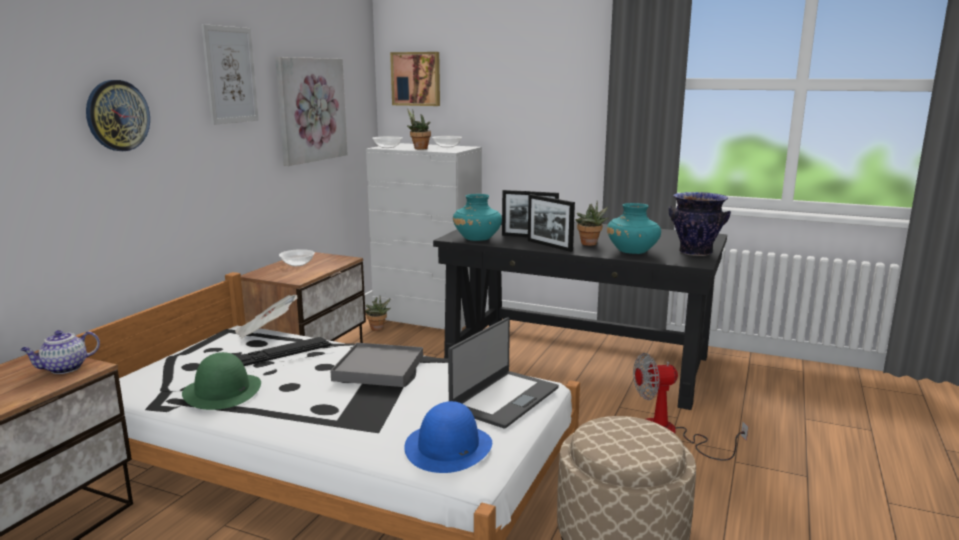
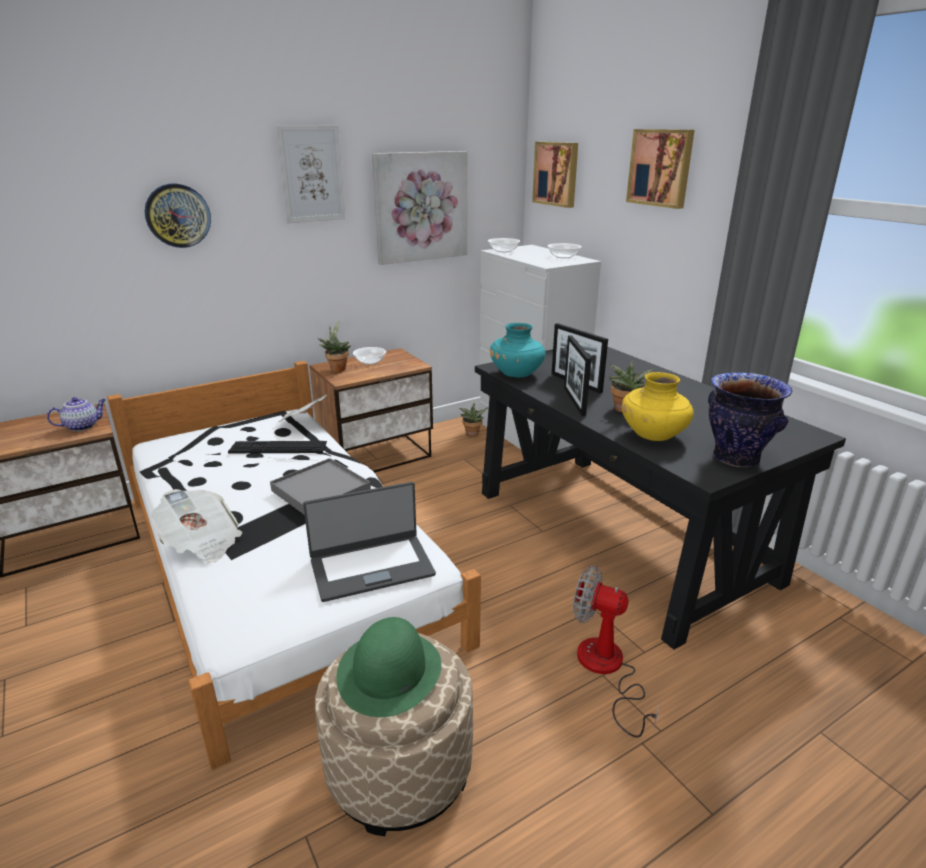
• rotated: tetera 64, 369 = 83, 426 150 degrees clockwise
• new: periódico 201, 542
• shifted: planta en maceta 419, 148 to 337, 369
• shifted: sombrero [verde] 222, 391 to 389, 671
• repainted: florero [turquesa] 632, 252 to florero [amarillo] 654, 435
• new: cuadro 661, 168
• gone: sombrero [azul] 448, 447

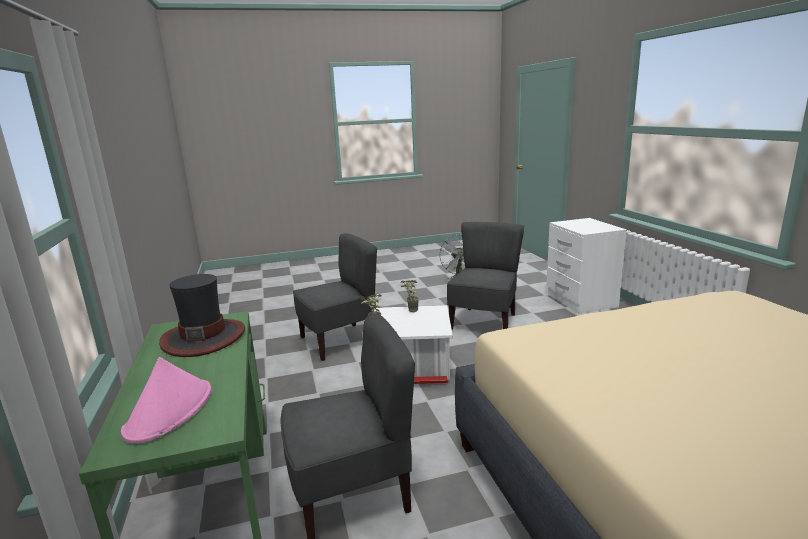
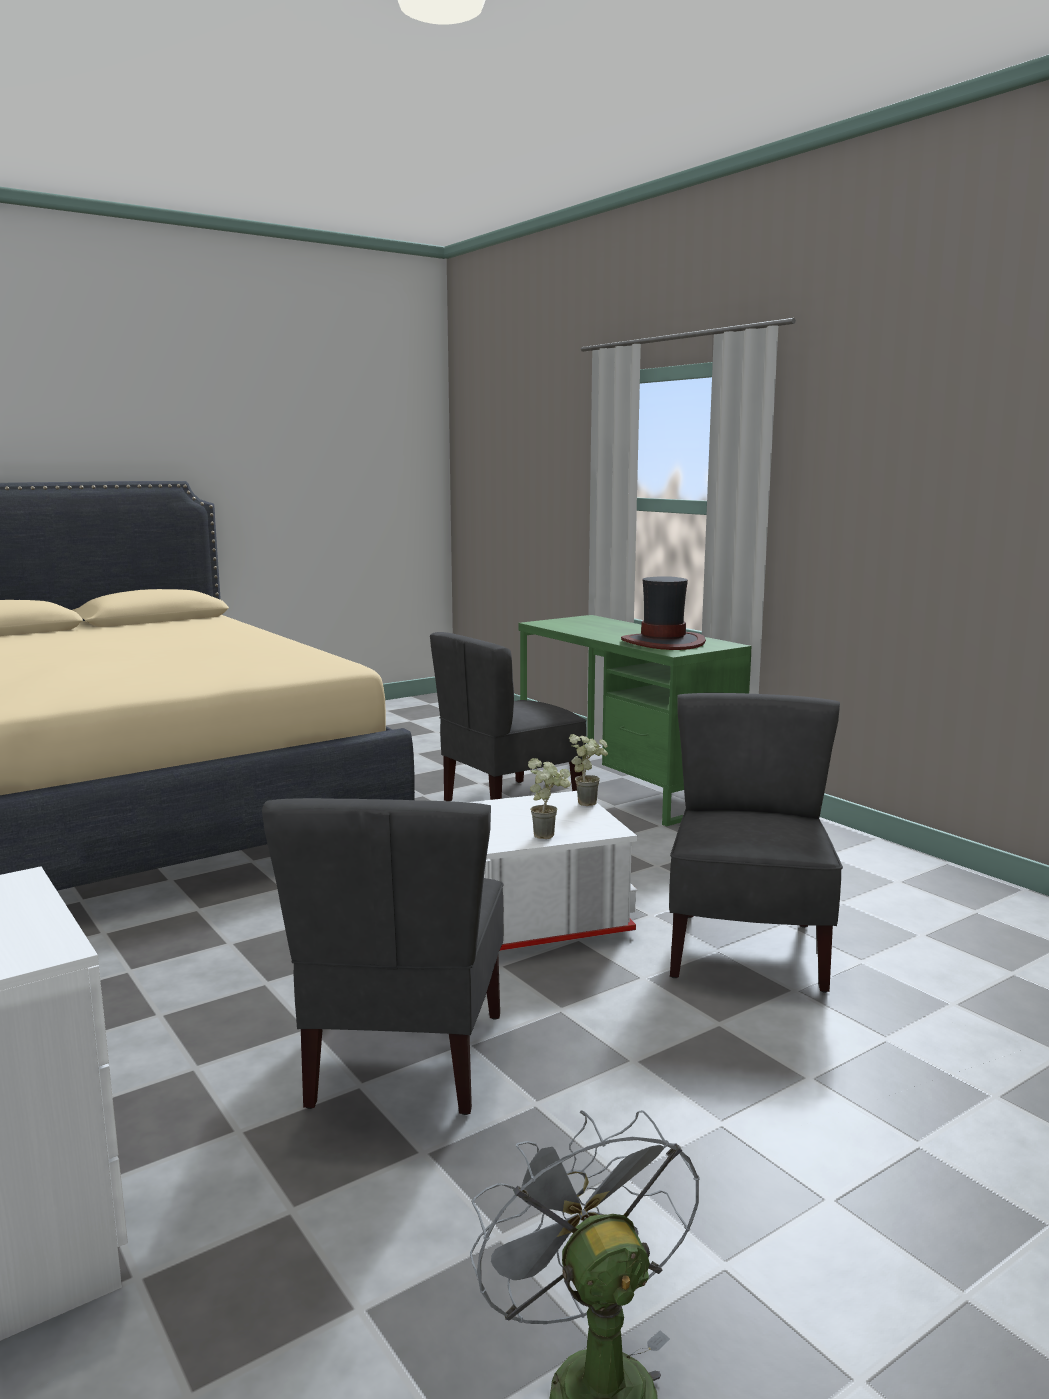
• rotated: silla [gris] 339, 341 = 747, 950 150 degrees clockwise
• gone: sombrero [rosa] 170, 411

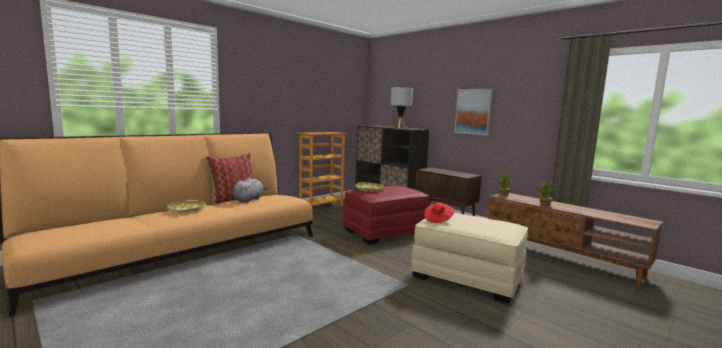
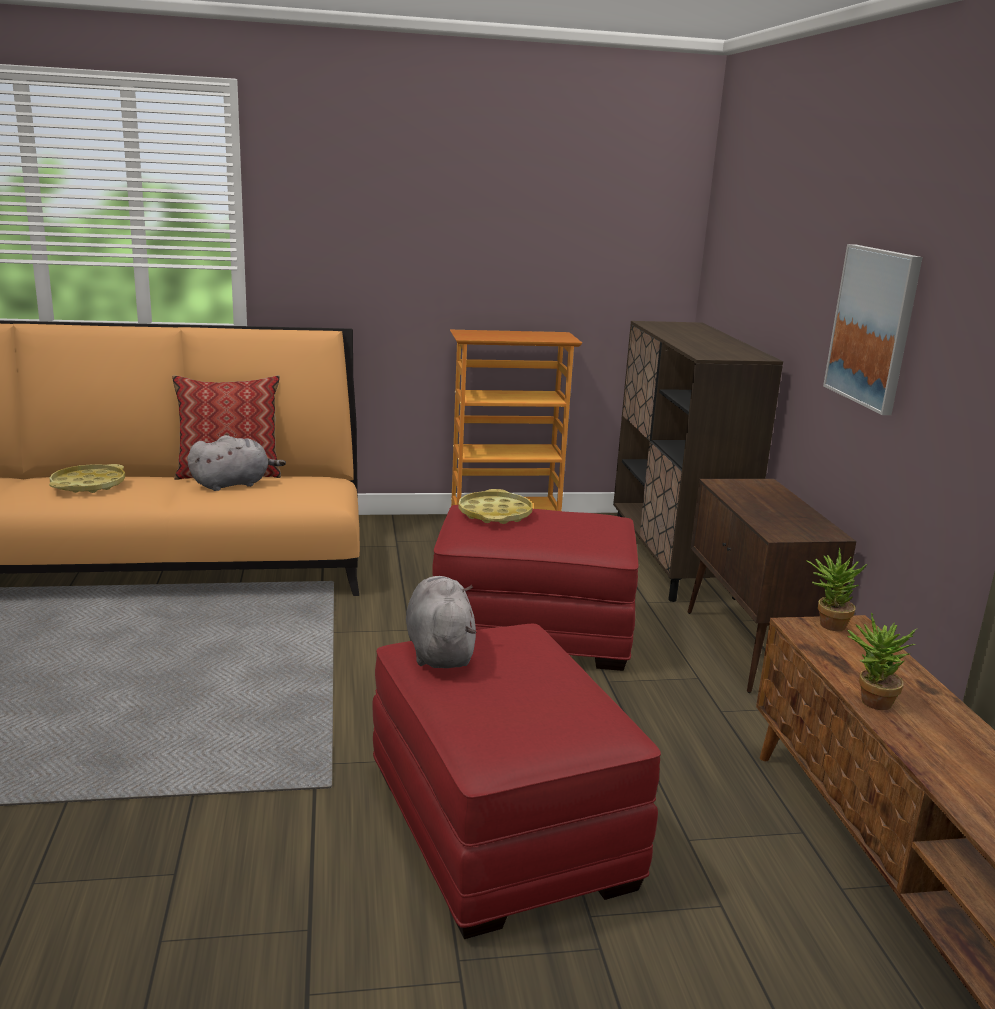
• repainted: puf [beis] 468, 277 to puf [rojo] 500, 827
• swapped: sombrero [rojo] 438, 219 to peluche [gris] 439, 650
• gone: lámpara de mesa [gris] 399, 127

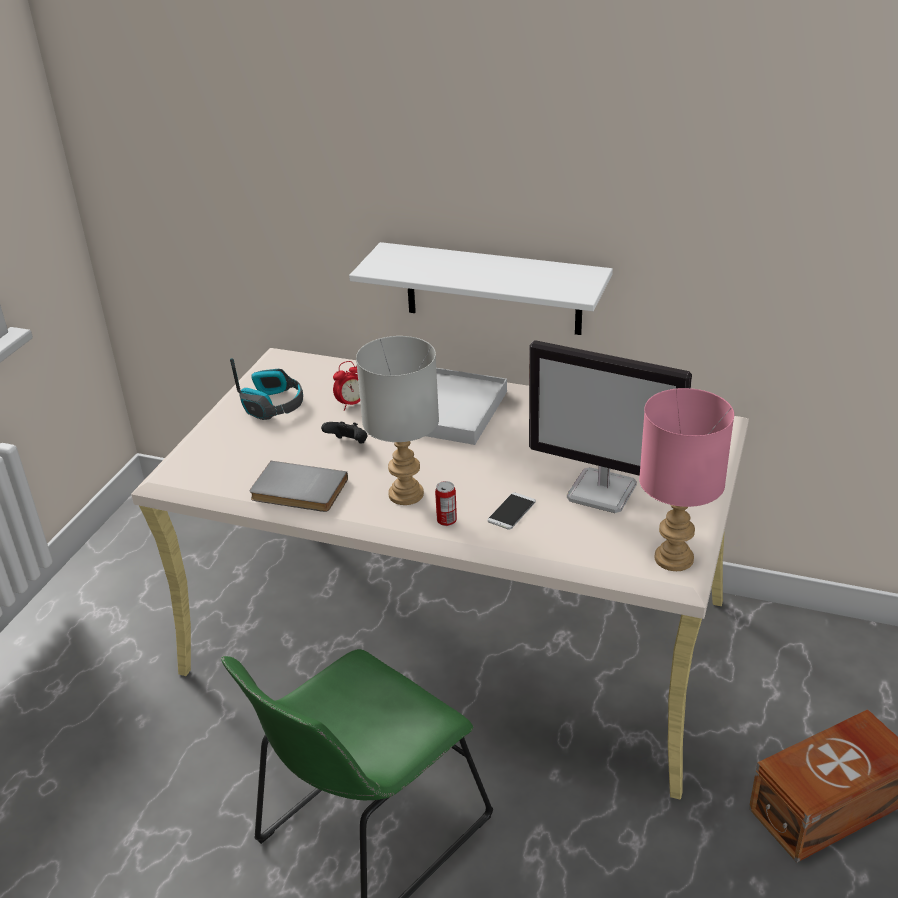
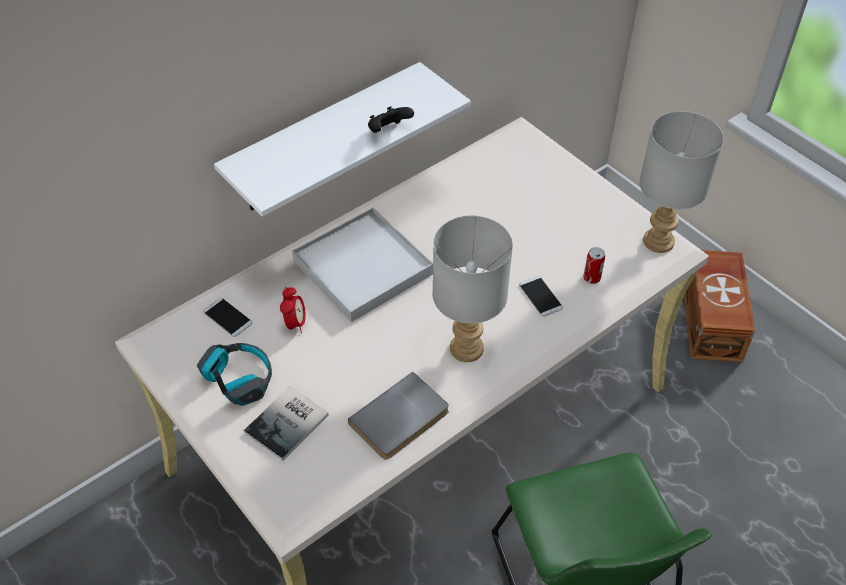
• new: móvil 227, 317
• new: libro 289, 423
• shifted: mando de consola [negro] 348, 444 to 388, 131
• shifted: lata 446, 520 to 591, 278
• repainted: lámpara de mesa [rosa] 675, 559 to lámpara de mesa [gris] 659, 241
• gone: monitor 603, 492

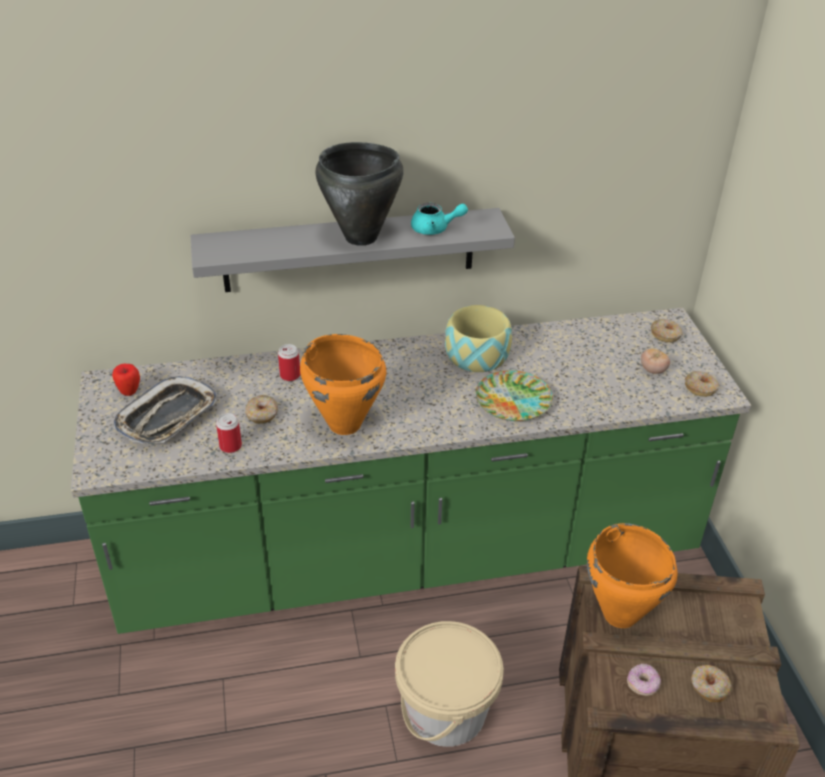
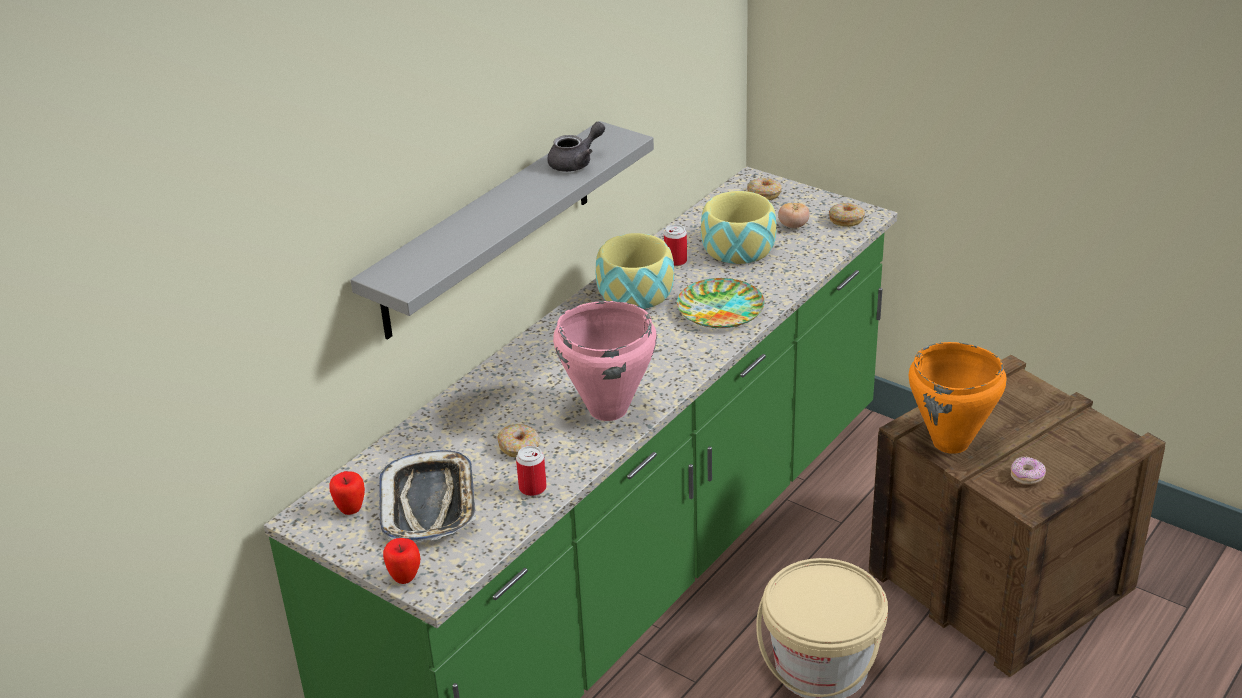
• new: manzana 405, 577
• repainted: tetera [turquesa] 435, 229 to tetera [gris] 576, 162
• repainted: olla [naranja] 344, 423 to olla [rosa] 607, 409
• shifted: lata 290, 375 to 675, 261
• new: cuenco 737, 246
• gone: olla [negro] 361, 237
• gone: rosquilla 709, 687

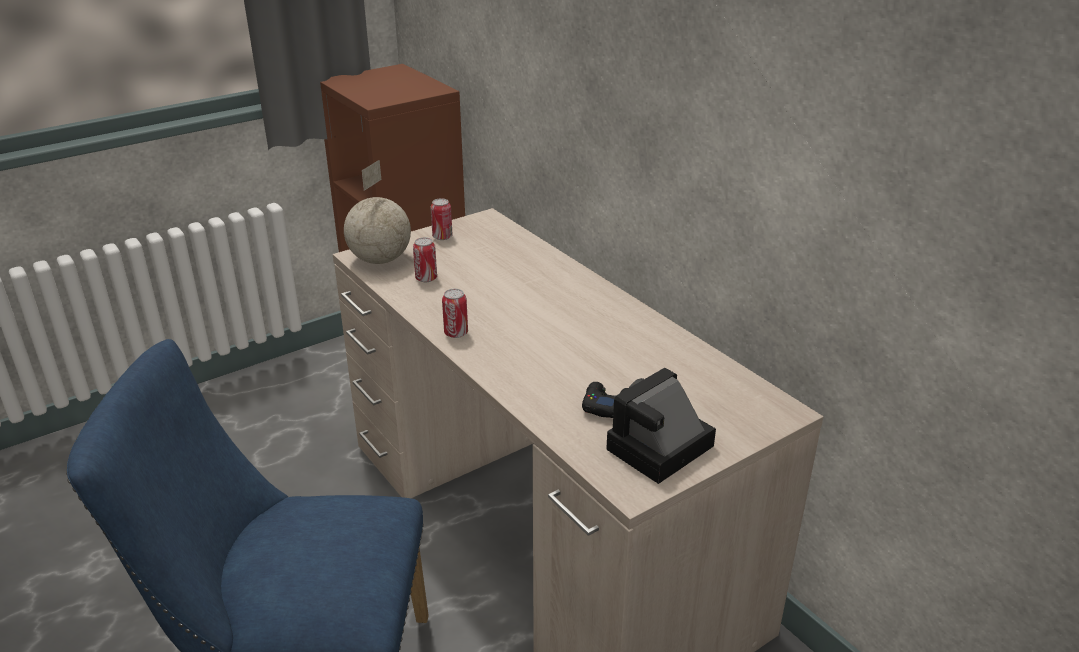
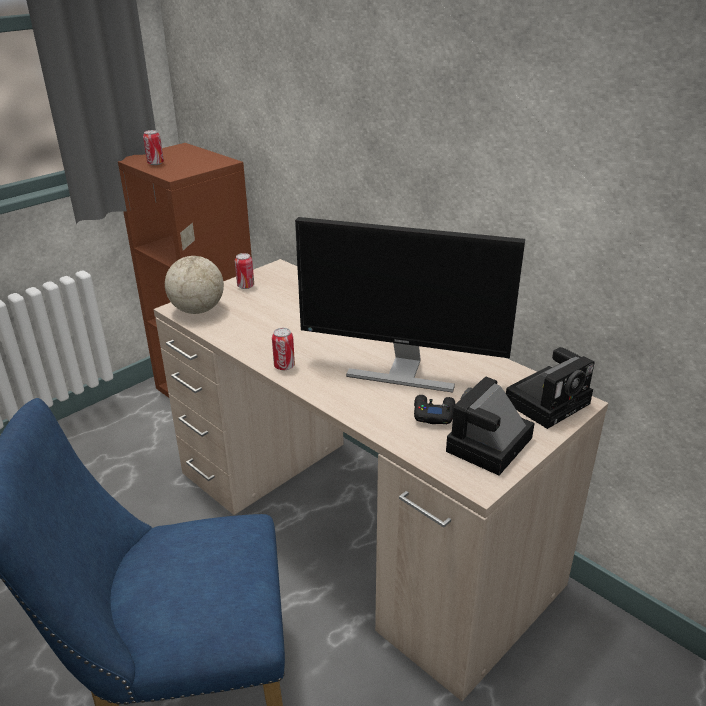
• shifted: lata 426, 278 to 155, 163
• new: monitor 402, 371
• new: cámara 549, 401

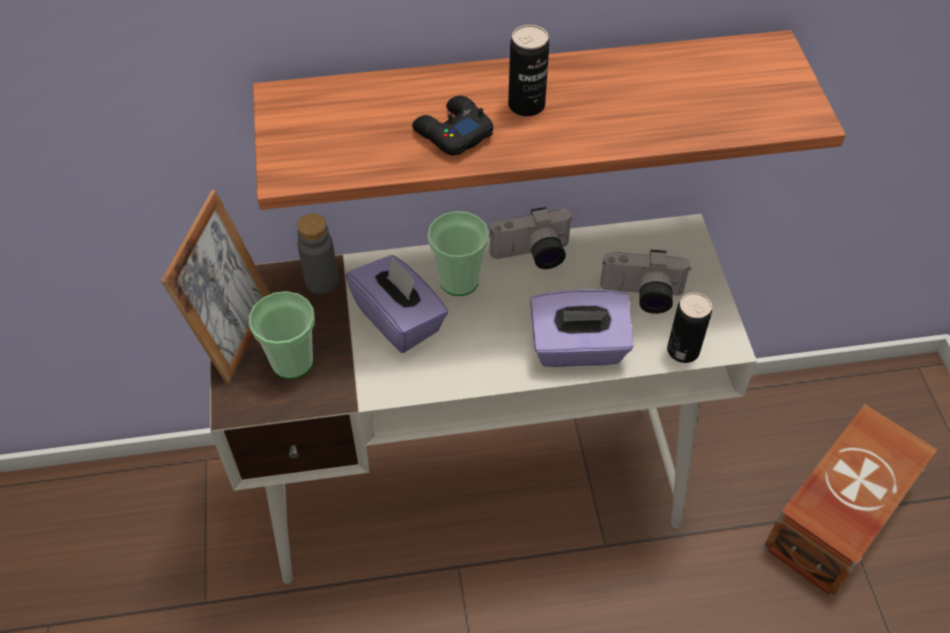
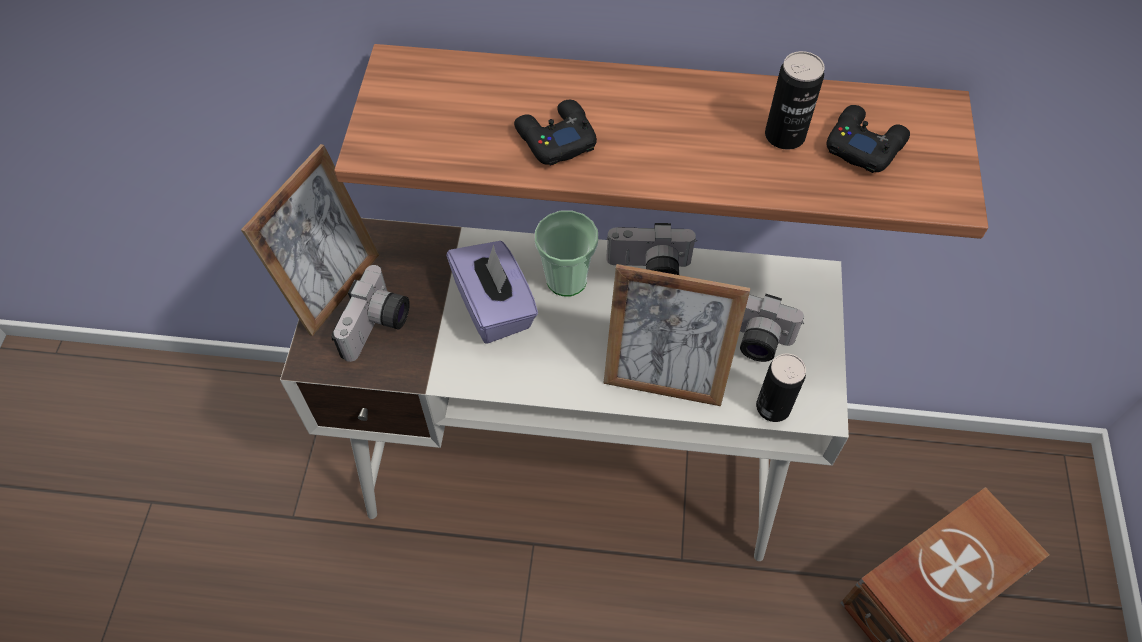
• swapped: taza 292, 362 to cámara 378, 327
• swapped: caja de pañuelos [morado] 578, 348 to portarretratos 664, 379
• shifted: lata 526, 105 to 784, 136
• new: mando de consola [negro] 864, 145
• gone: botella [gris] 322, 281

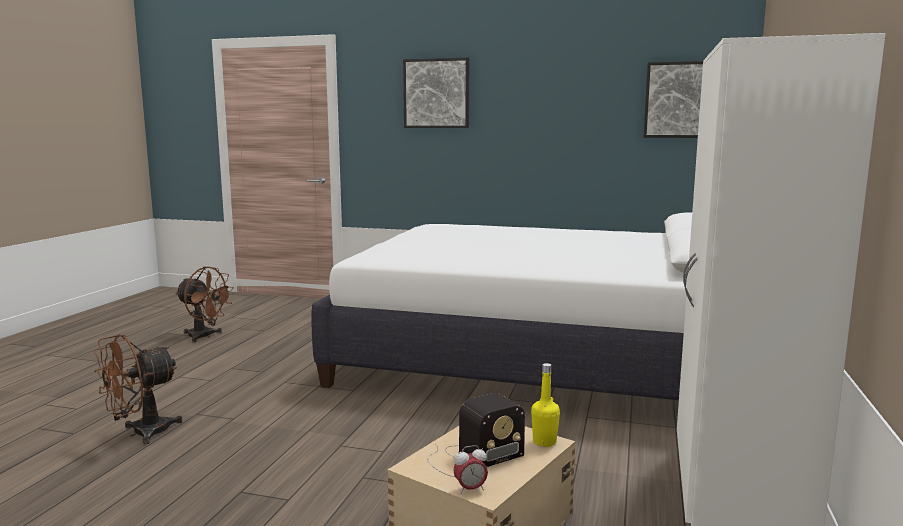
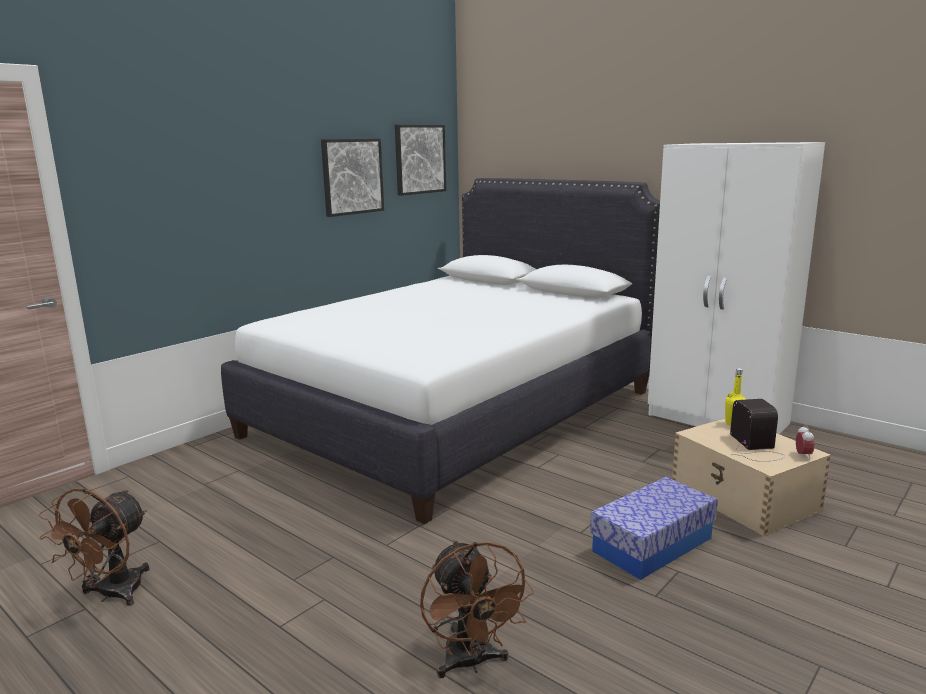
• rotated: ventilador [marrón] 205, 336 = 112, 595 150 degrees clockwise
• shifted: cuadro 436, 93 to 352, 176
• new: caja de almacenaje 652, 545

